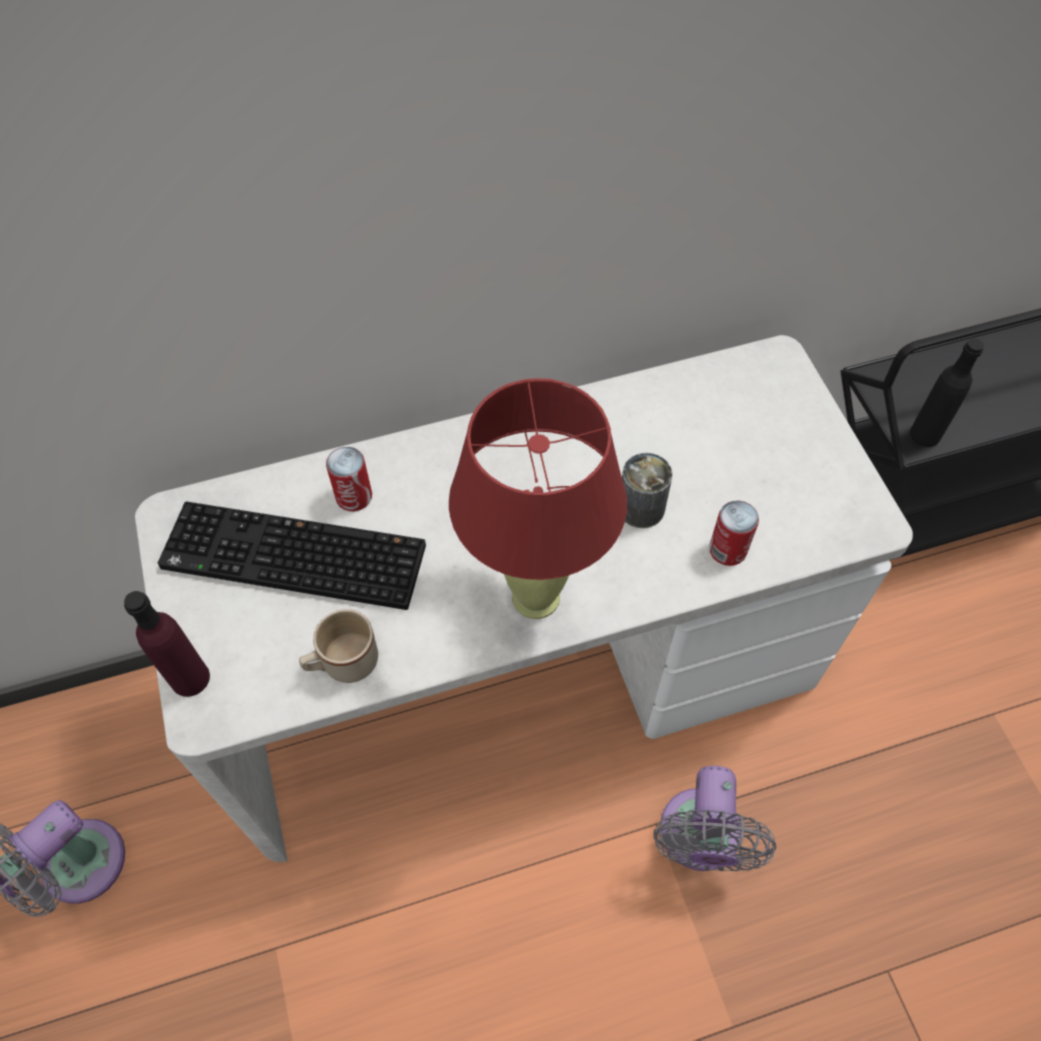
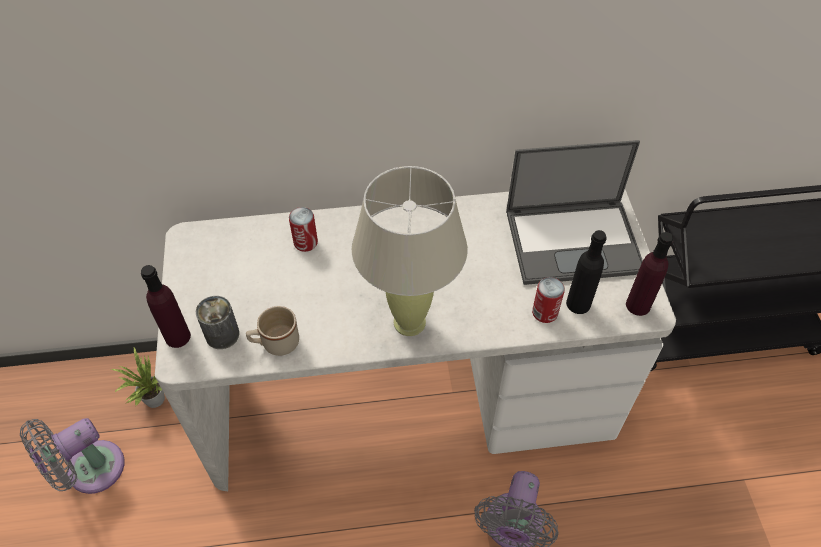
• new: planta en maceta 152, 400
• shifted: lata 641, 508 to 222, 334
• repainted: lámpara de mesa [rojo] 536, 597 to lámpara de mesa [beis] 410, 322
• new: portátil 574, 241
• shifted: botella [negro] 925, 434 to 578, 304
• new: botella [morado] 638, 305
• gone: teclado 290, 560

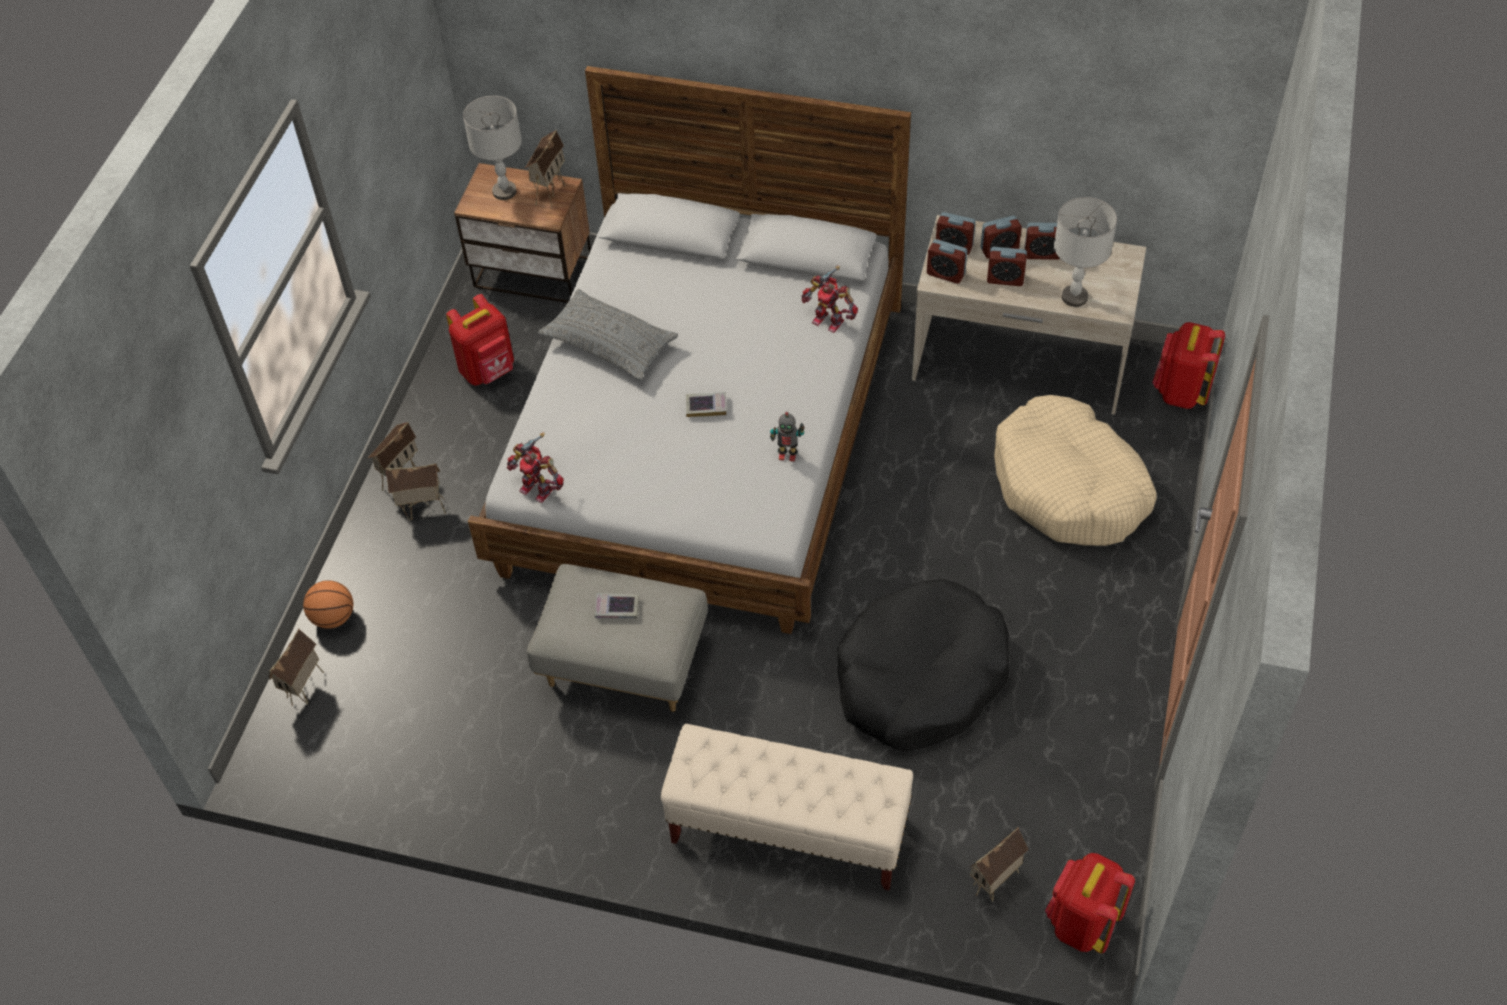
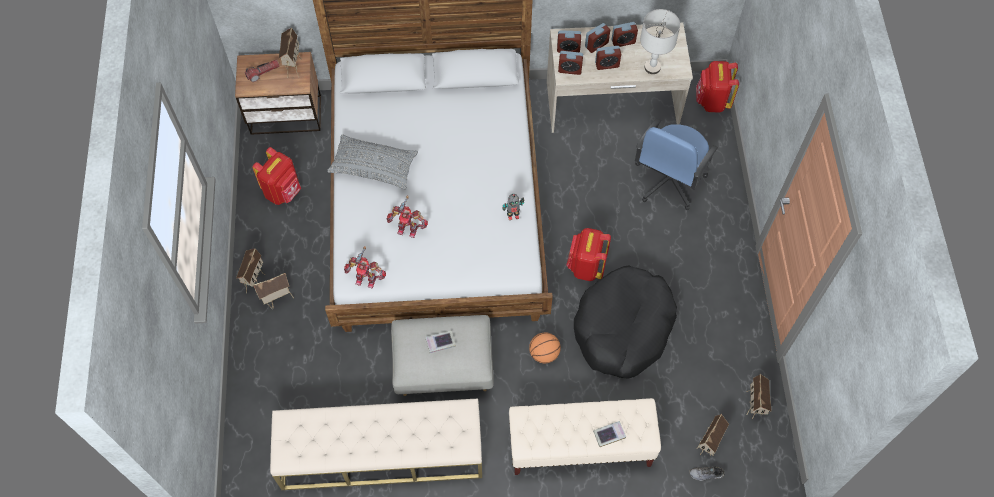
• swapped: lámpara de mesa [gris] 505, 191 to linterna 263, 72
• new: banco [beis] 381, 454
• shifted: robot de juguete 829, 320 to 408, 228
• shifted: balón de baloncesto 333, 617 to 544, 353
• shifted: mochila [rojo] 1081, 923 to 585, 266
• shifted: libro 706, 406 to 609, 434
• swapped: cama para perro [beis] 1069, 487 to silla de oficina [azul] 668, 180
• new: zapato [gris] 706, 474
• shifted: casita 306, 689 to 754, 406

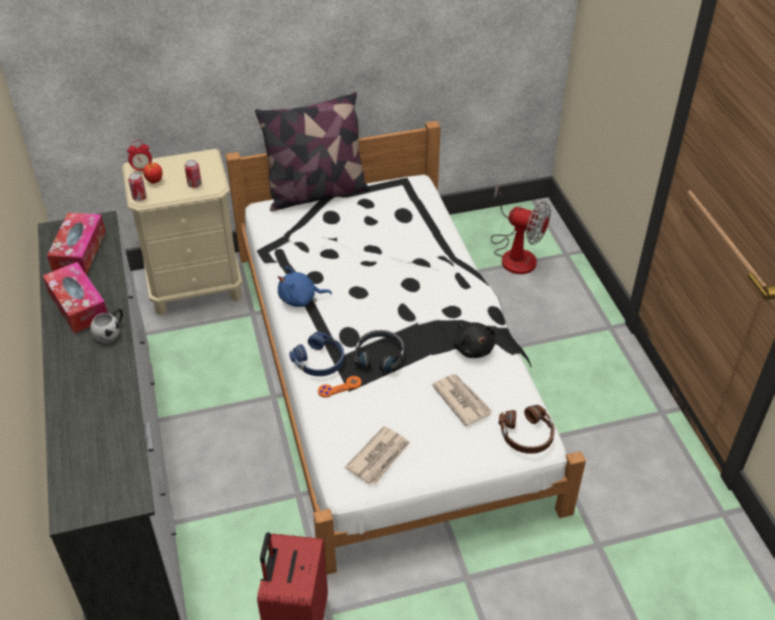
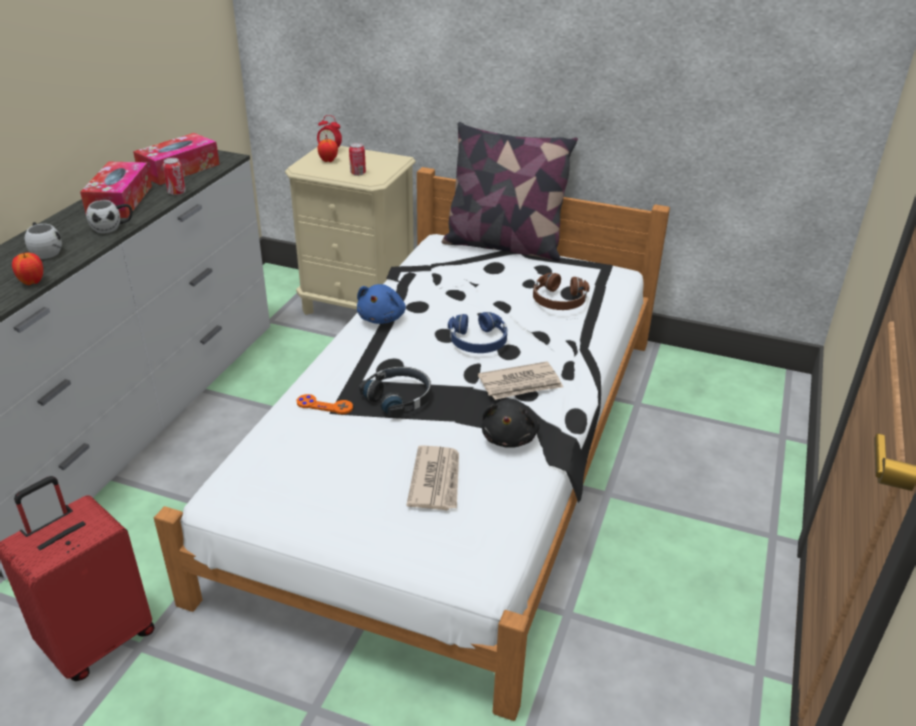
• new: manzana 32, 282
• new: taza grande [blanco] 45, 251
• shifted: lata 139, 198 to 177, 192
• rotated: peluche [azul] 300, 299 = 382, 318 105 degrees counterclockwise
• shifted: auriculares [azul] 320, 361 to 478, 341
• shifted: periódico 379, 457 to 521, 384
• shifted: auriculares [marrón] 527, 435 to 558, 300
• gone: ventilador 515, 253

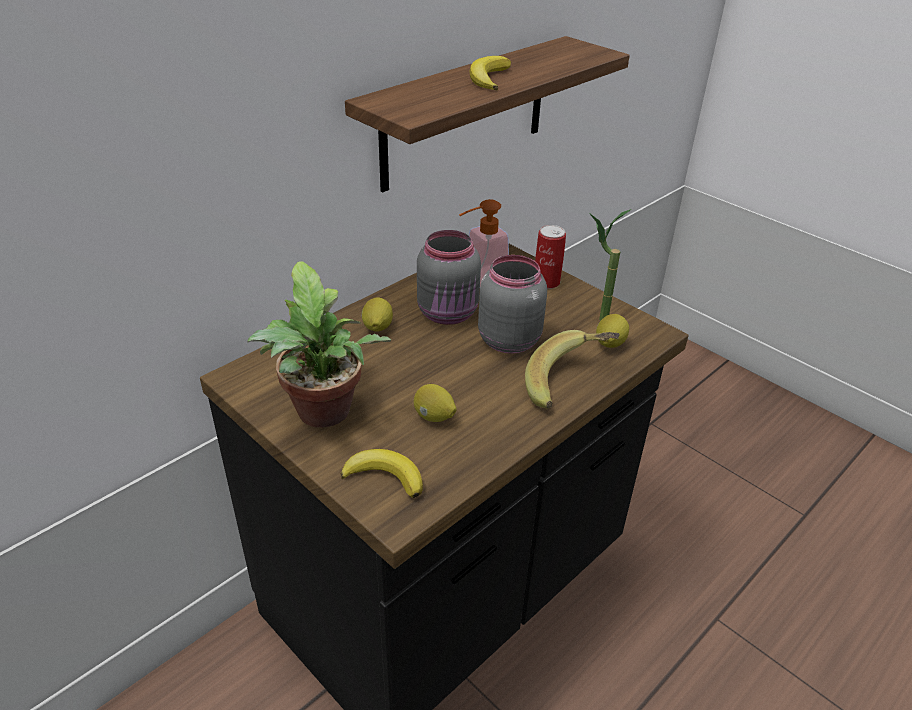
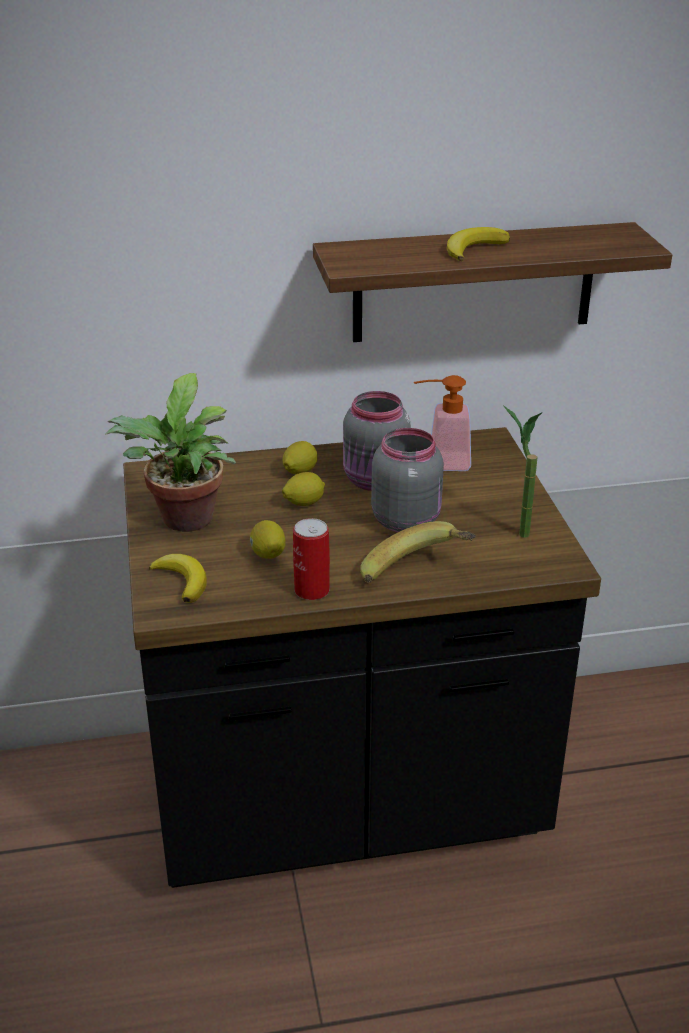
• shifted: limón 609, 344 to 303, 503
• shifted: lata 546, 282 to 312, 590

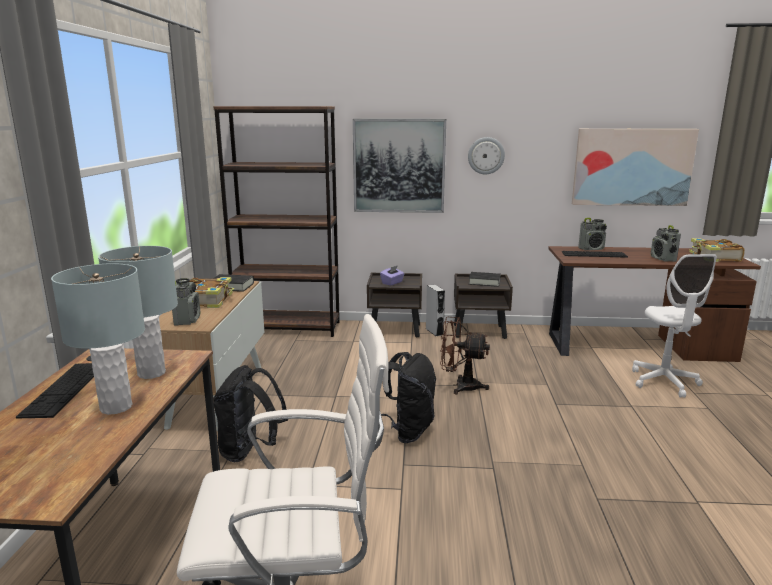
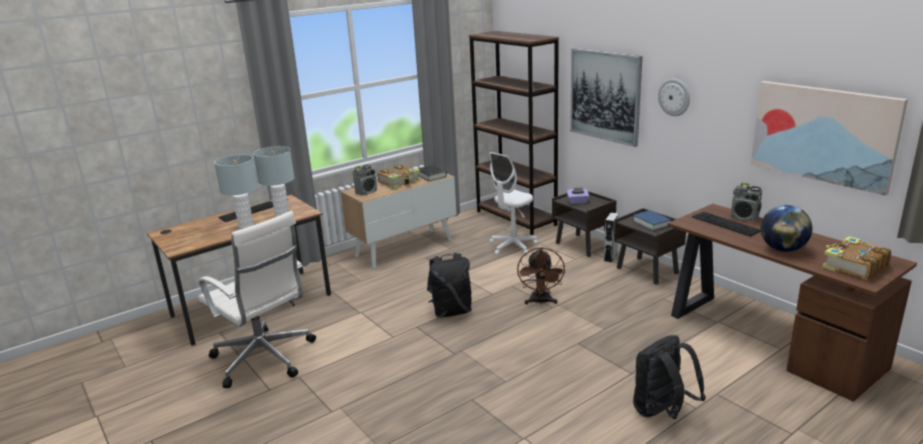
• shifted: silla de oficina [blanco] 664, 382 to 513, 247
• rotated: ventilador [marrón] 460, 386 = 540, 302 150 degrees counterclockwise
• repainted: libro [negro] 484, 282 to libro [azul] 651, 223
• shifted: mochila [negro] 250, 451 to 662, 412
• swapped: radio 663, 259 to globo terráqueo 782, 249

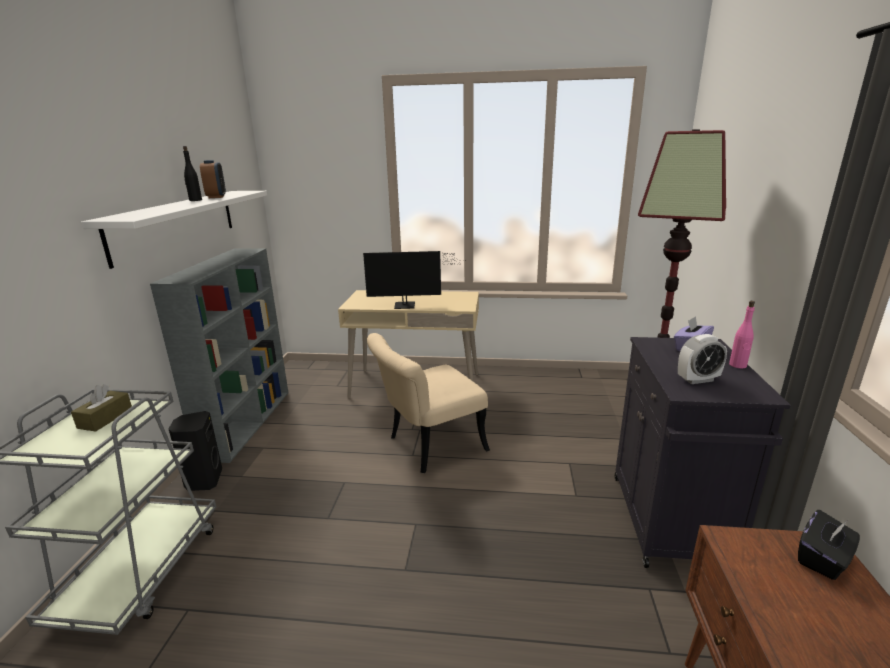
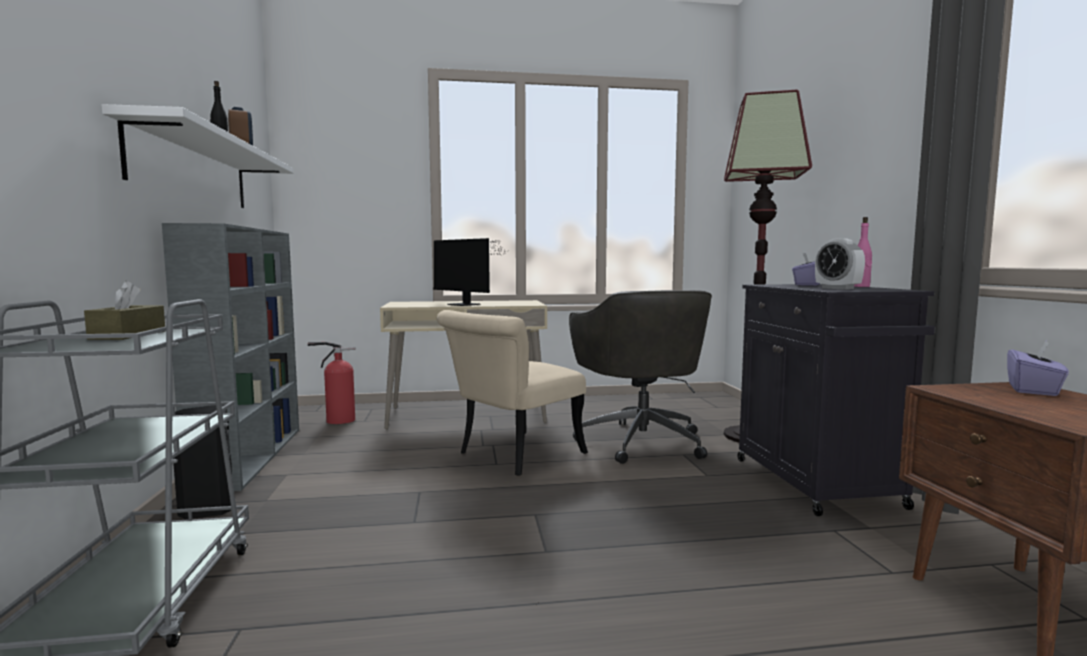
• new: extintor 337, 420
• rotated: monitor 408, 305 = 465, 305 60 degrees clockwise
• new: silla de oficina [gris] 640, 441
• rotated: despertador 698, 380 = 837, 288 90 degrees clockwise
• repainted: caja de pañuelos [negro] 823, 559 to caja de pañuelos [morado] 1033, 390

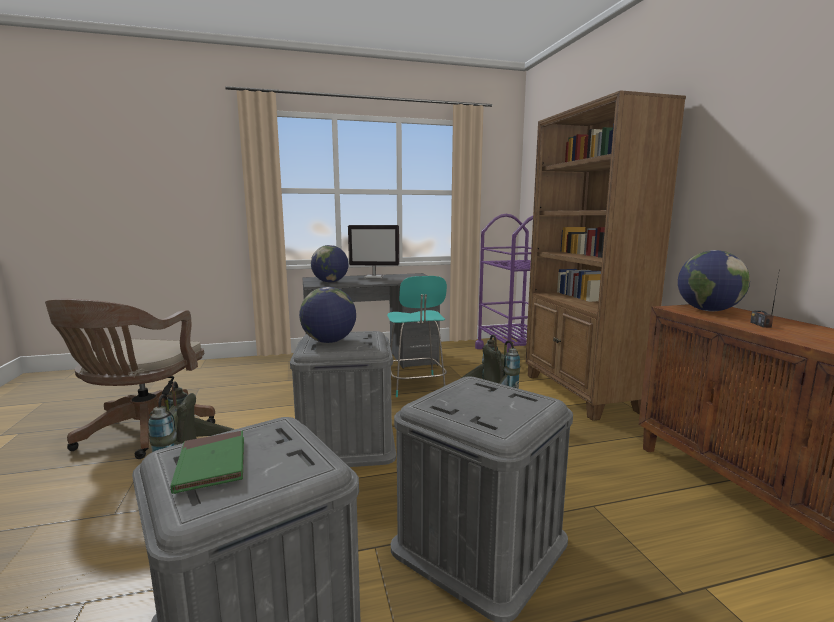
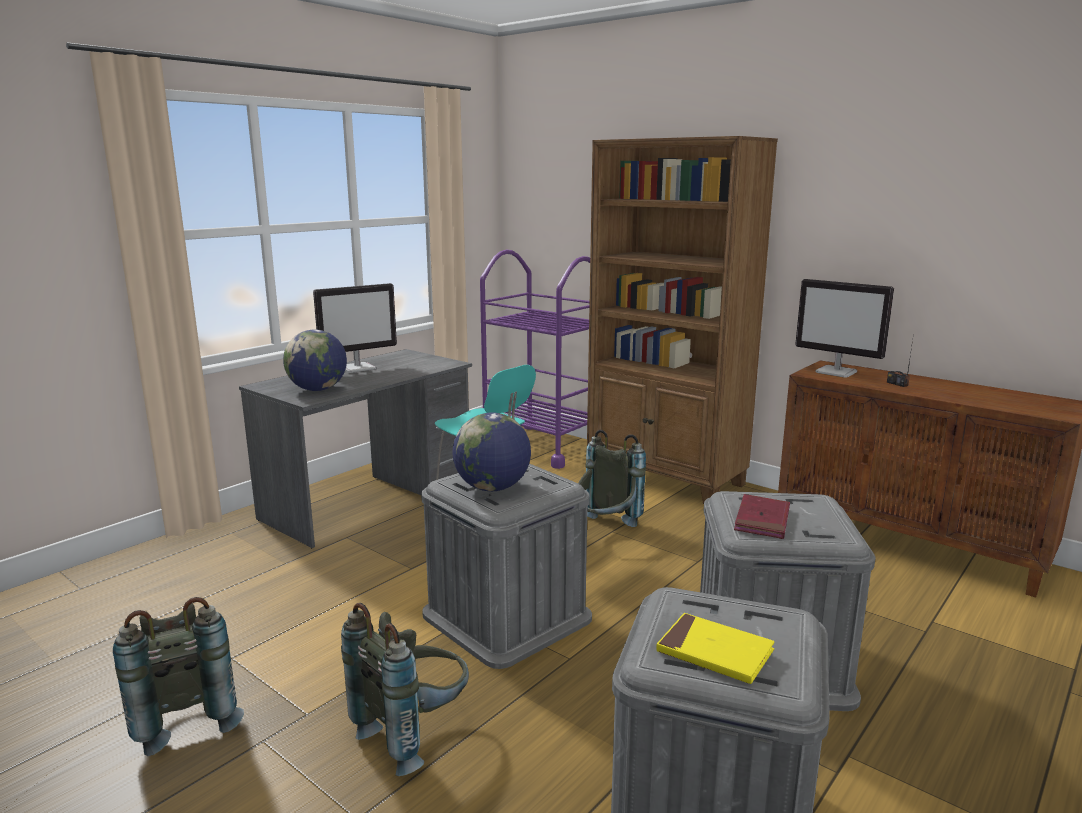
• swapped: silla de oficina [marrón] 143, 433 to mochila [gris] 184, 717
• repainted: libro [verde] 211, 465 to libro [amarillo] 714, 652
• new: libro [rojo] 762, 520
• swapped: globo terráqueo 708, 310 to monitor 837, 372

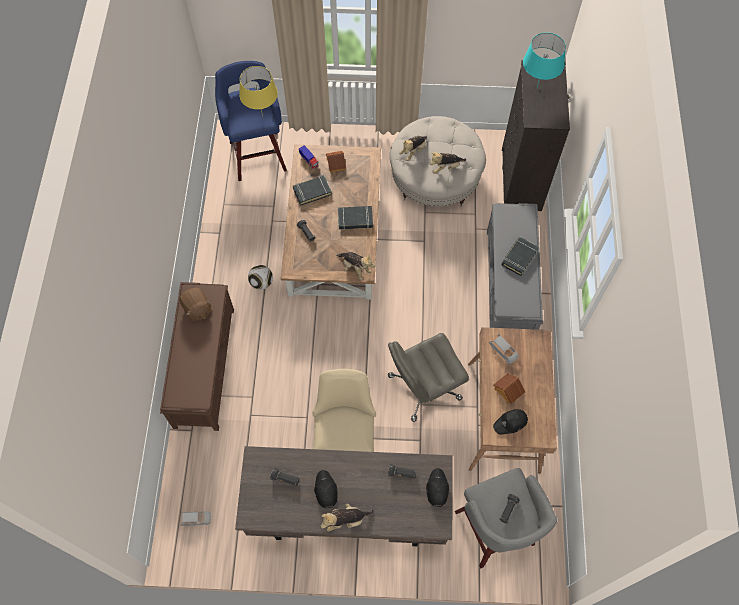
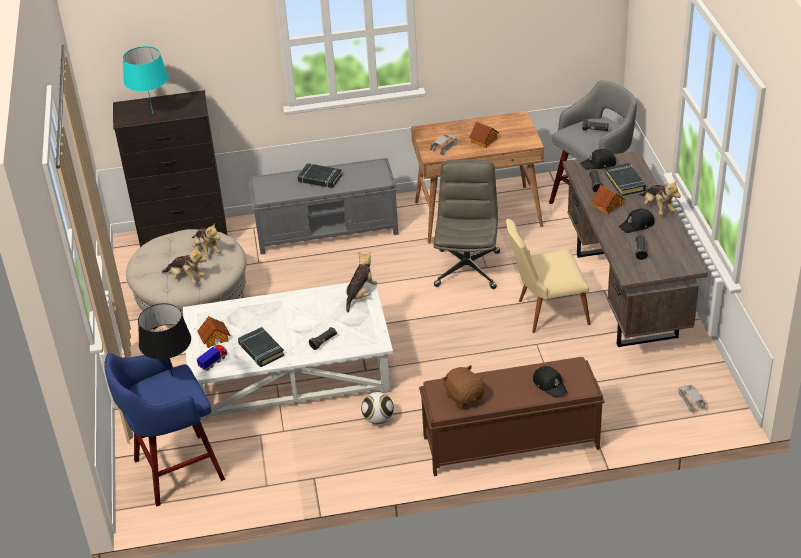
• repainted: lámpara de mesa [amarillo] 262, 116 to lámpara de mesa [negro] 172, 376
• repainted: mesa de centro [marrón] 335, 234 to mesa de centro [blanco] 292, 369
• rotated: silla de oficina [gris] 423, 387 = 467, 268 135 degrees counterclockwise
• rotated: peluche [marrón] 197, 309 = 464, 396 75 degrees counterclockwise
• shifted: gorra [negro] 511, 423 to 550, 385
• new: casita 607, 205
• shifted: libro [negro] 355, 219 to 625, 182

